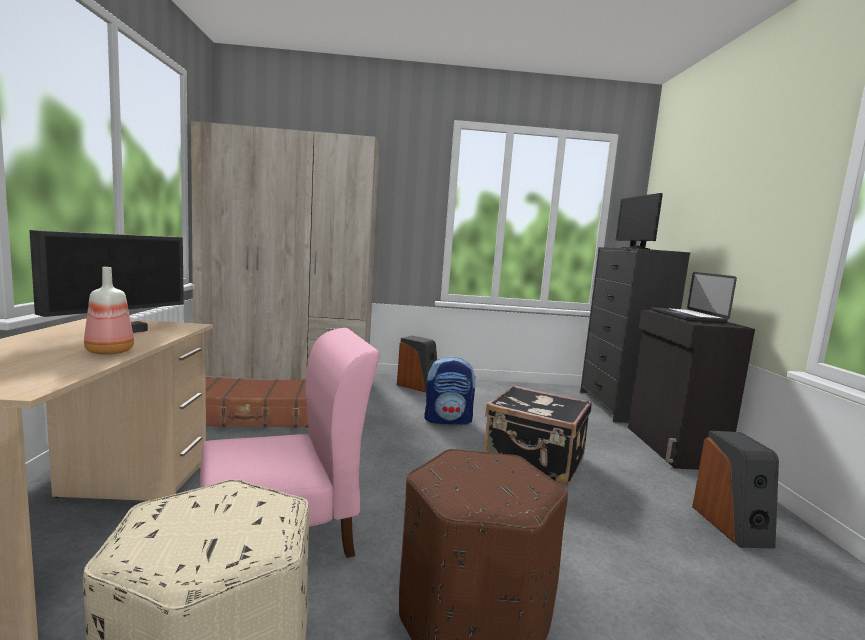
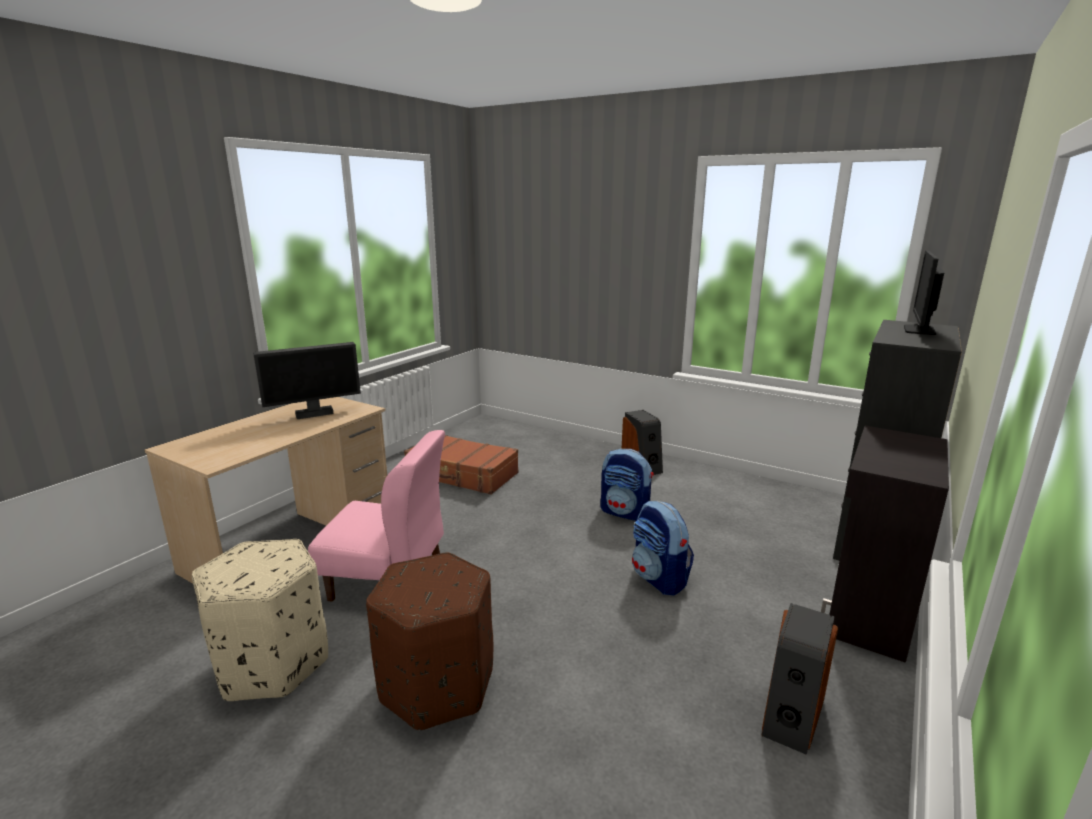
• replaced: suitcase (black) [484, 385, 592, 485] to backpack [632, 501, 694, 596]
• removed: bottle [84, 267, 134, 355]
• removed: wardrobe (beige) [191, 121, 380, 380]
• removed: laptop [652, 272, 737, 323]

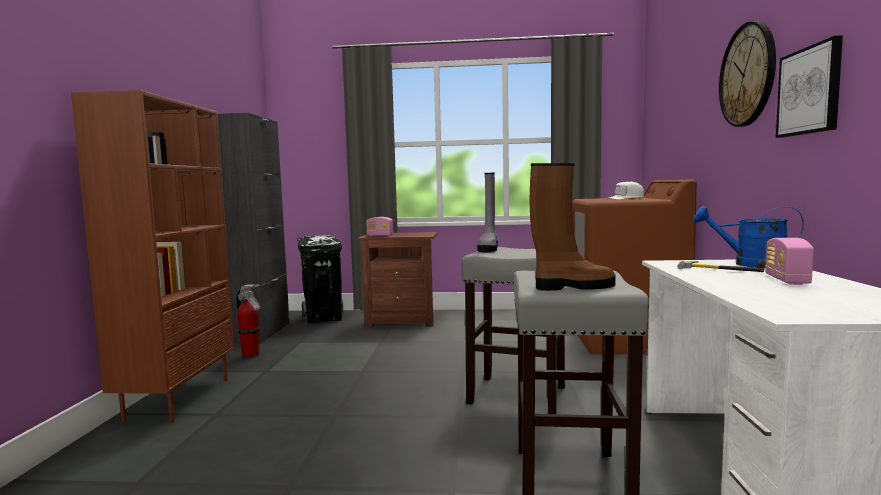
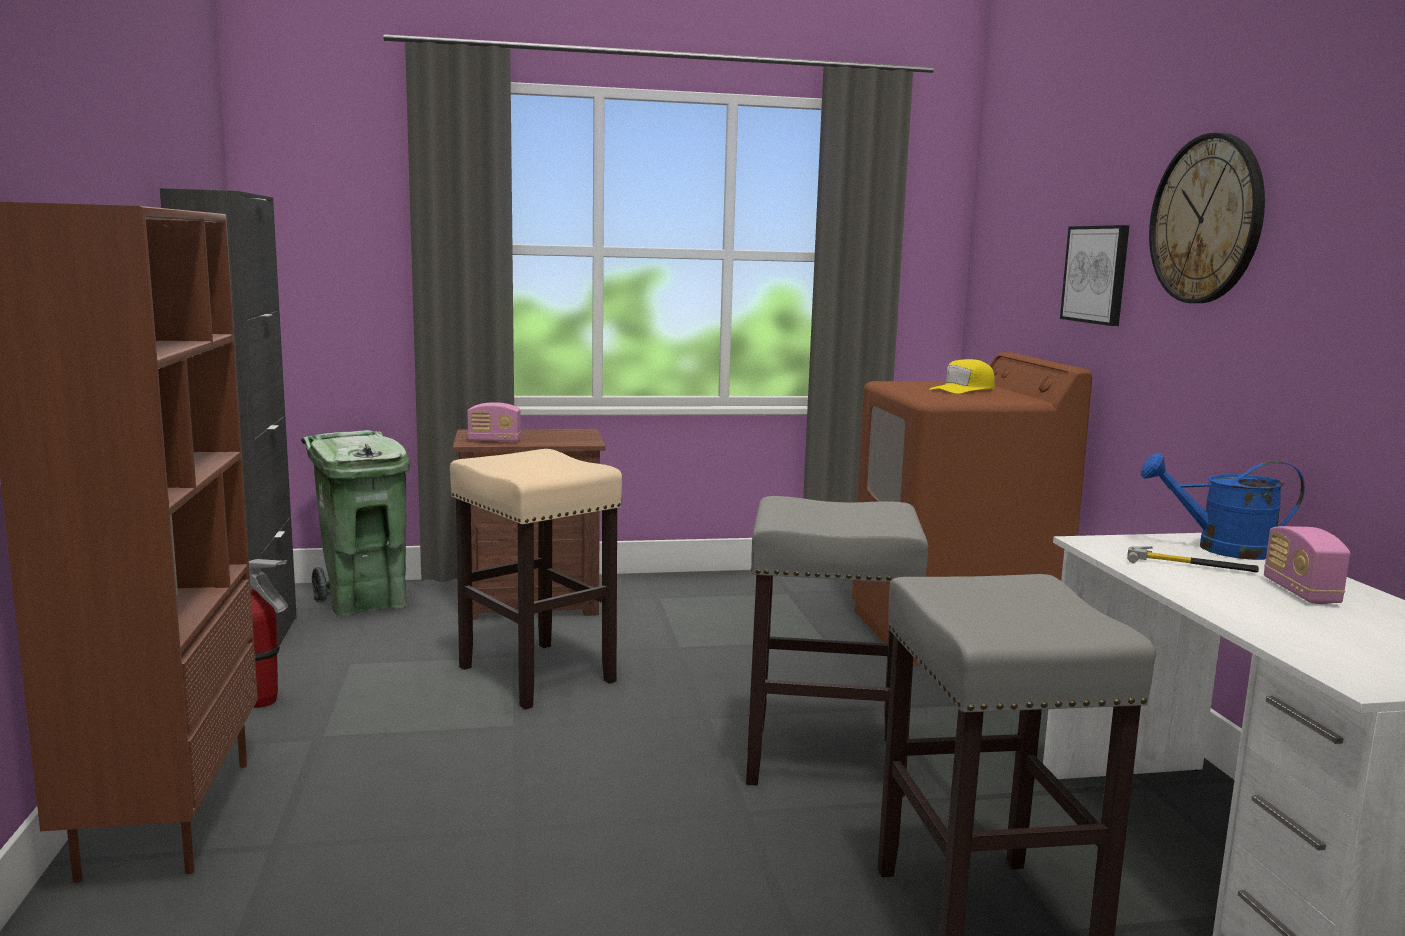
• recoloured: trash can (black) [297, 235, 344, 324] to trash can (green) [301, 430, 410, 616]
• added: stool (beige) [450, 449, 622, 709]
• recoloured: cap (white) [605, 182, 644, 200] to cap (yellow) [929, 359, 995, 394]
• moved: picture [776, 35, 843, 138] to [1060, 225, 1130, 326]
• removed: boot (grey) [477, 173, 498, 252]
• removed: boot (brown) [529, 163, 615, 291]

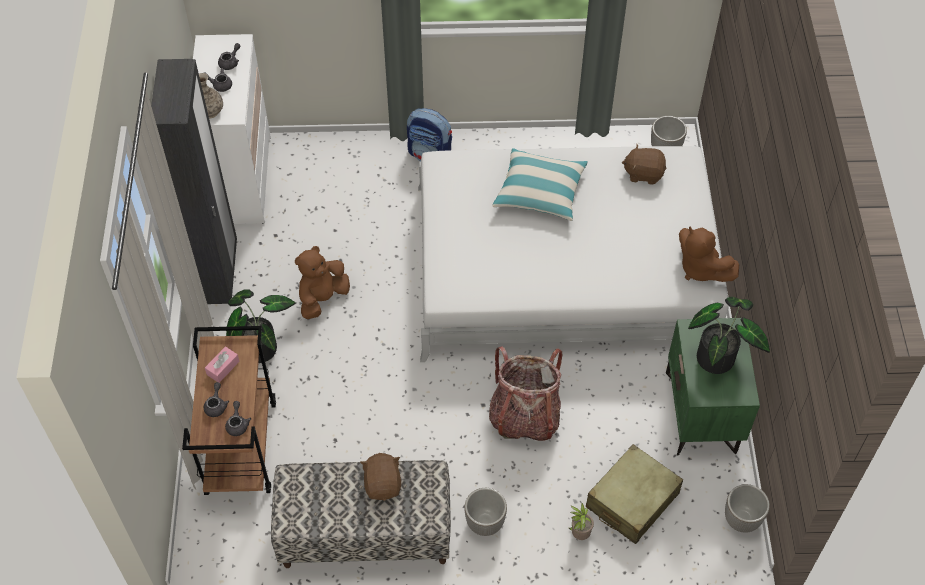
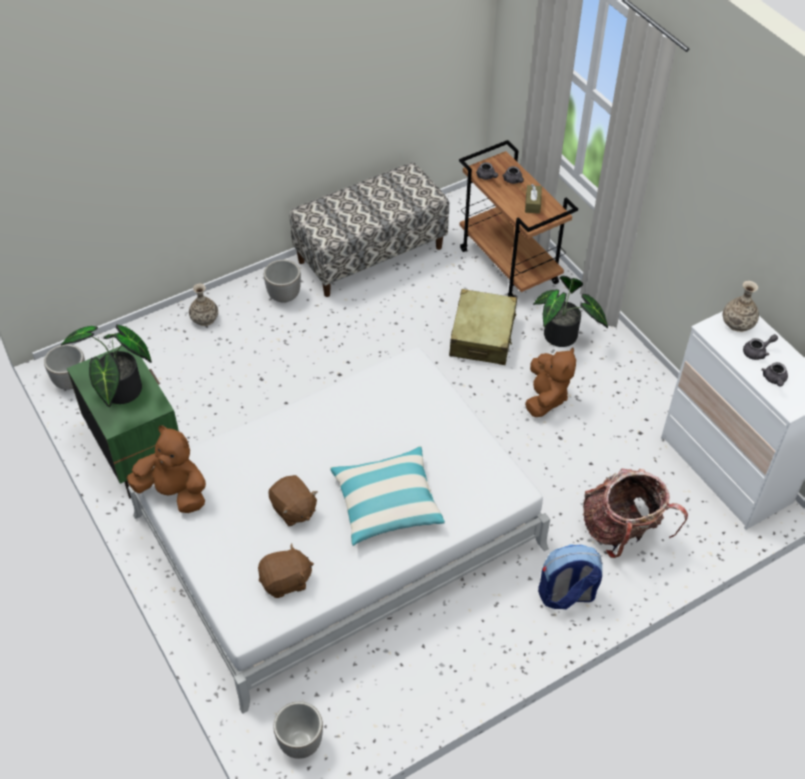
• replaced: potted plant [569, 503, 594, 540] to vase [189, 284, 218, 326]
• moved: plush toy (brown) [360, 453, 401, 501] to [268, 475, 317, 526]
• moved: suitcase (beige) [586, 444, 683, 544] to [449, 289, 517, 365]
• recoloured: tissue box (pink) [205, 346, 240, 383] to tissue box (brown) [525, 184, 542, 214]
• moved: backpack [489, 346, 562, 441] to [583, 469, 688, 558]
• removed: wardrobe (black) [151, 59, 237, 304]

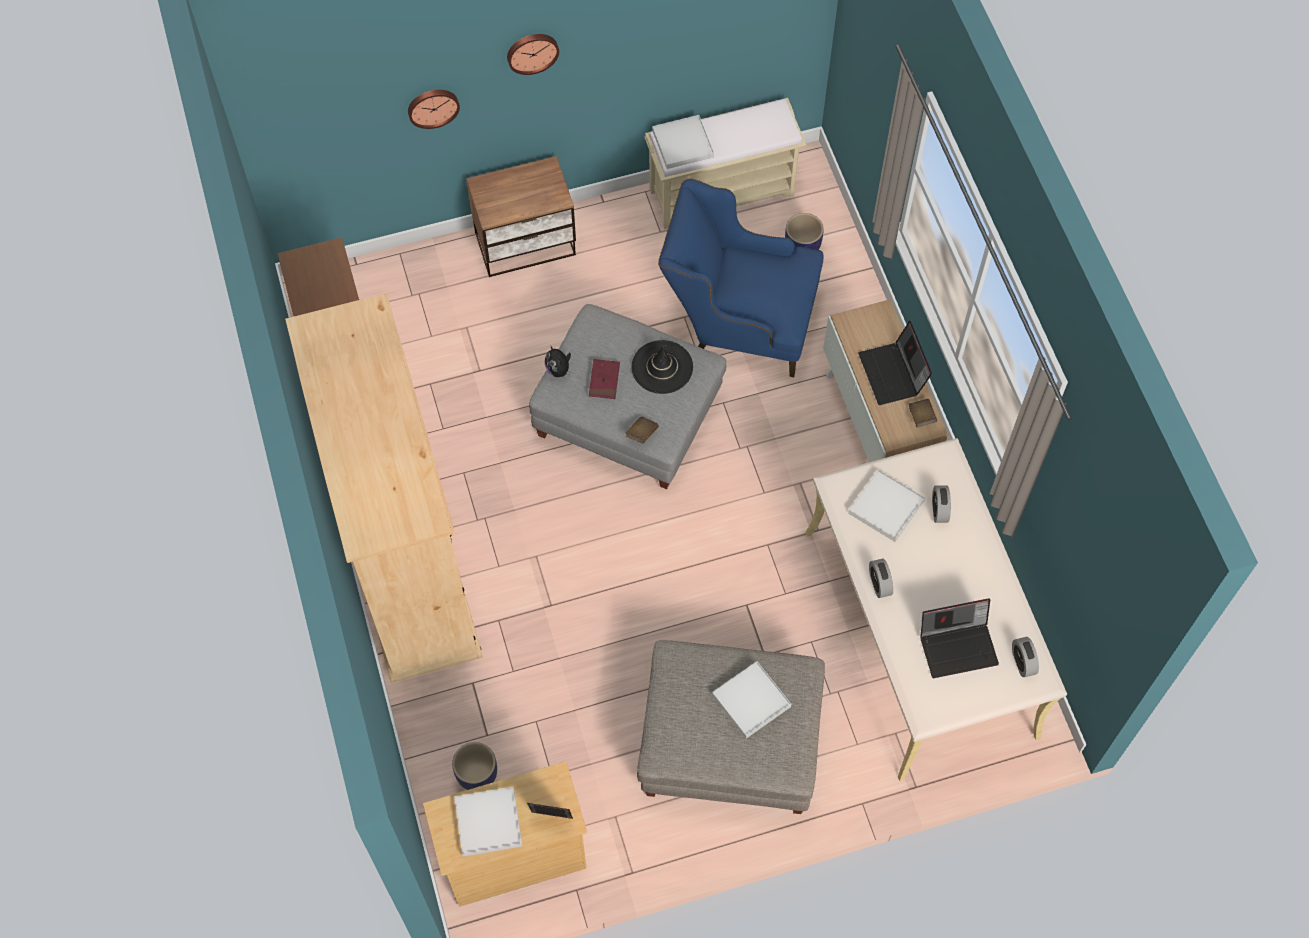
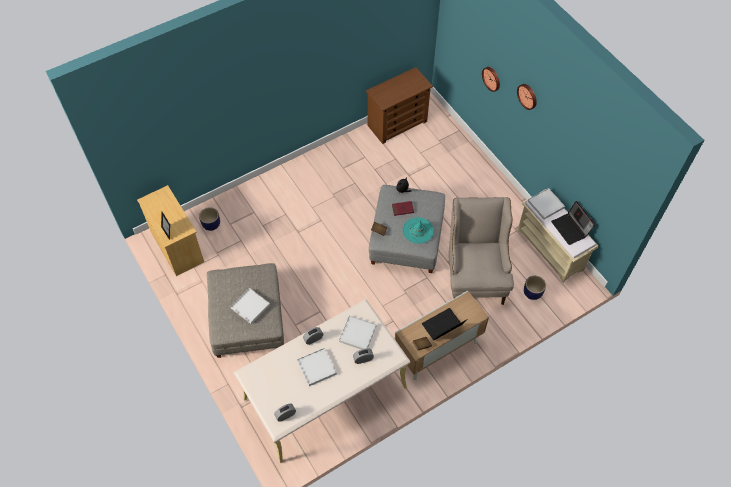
• moved: tray (white) [454, 787, 522, 857] to [297, 348, 337, 386]
• recoloured: hat (black) [631, 340, 693, 394] to hat (turquoise) [403, 217, 434, 244]
• recoloured: armchair (blue) [658, 178, 824, 377] to armchair (beige) [449, 197, 514, 305]
• moved: laptop [920, 598, 999, 678] to [551, 201, 595, 245]
• removed: wardrobe (beige) [285, 293, 483, 683]
• removed: nightstand [466, 156, 576, 277]

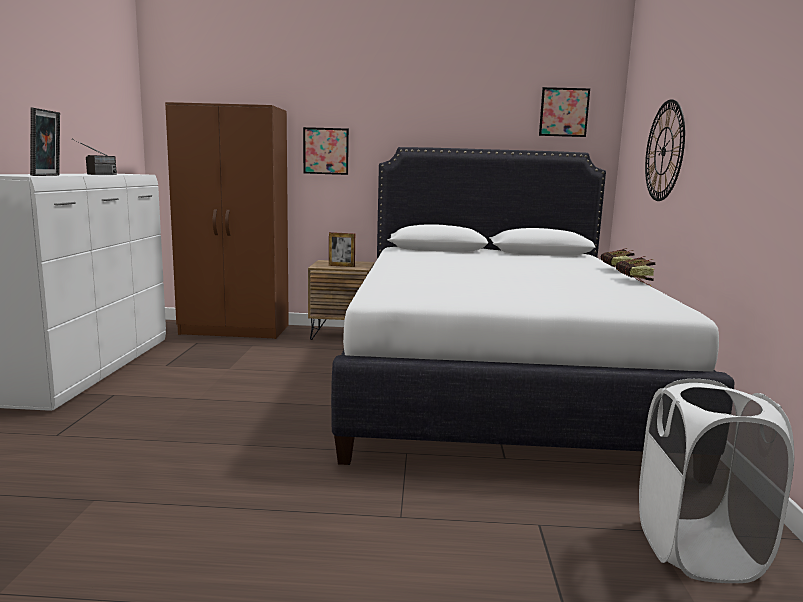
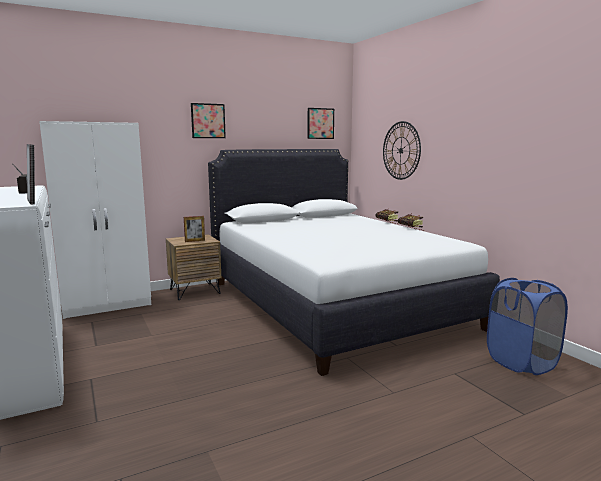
• recoloured: wardrobe (brown) [165, 102, 289, 339] to wardrobe (white) [39, 121, 151, 319]
• moved: picture [303, 127, 349, 175] to [191, 103, 226, 138]
• recoloured: laundry basket (white) [639, 379, 794, 583] to laundry basket (blue) [487, 278, 568, 375]

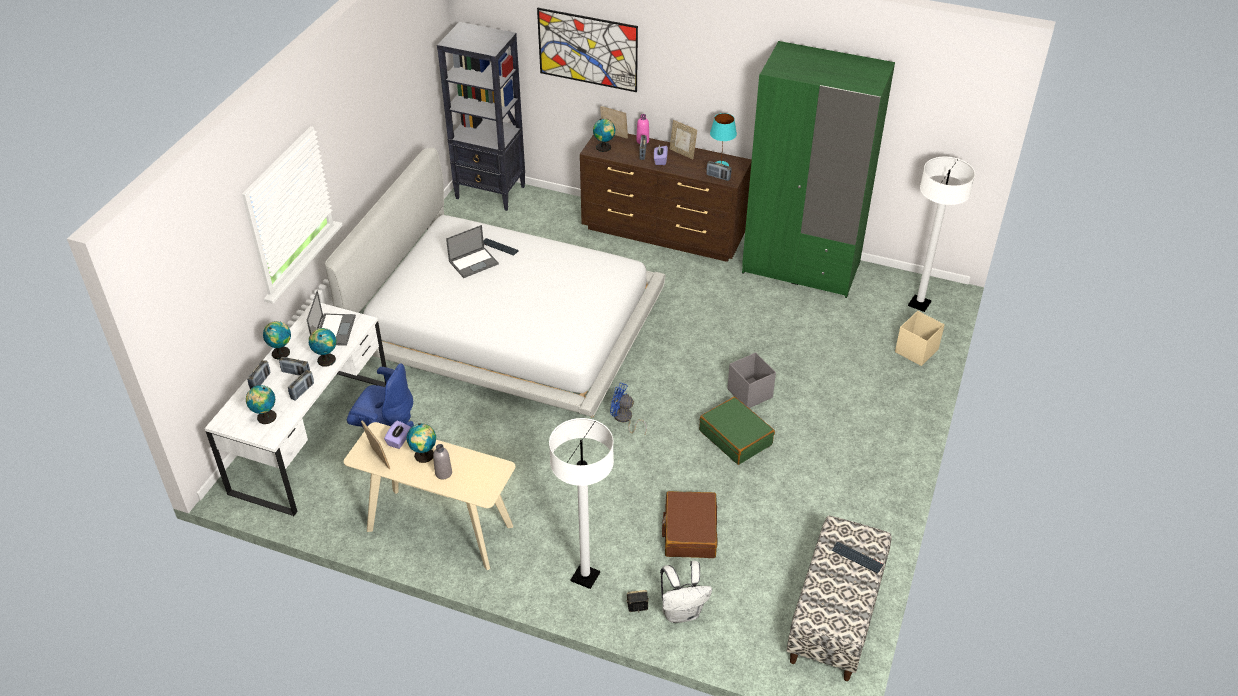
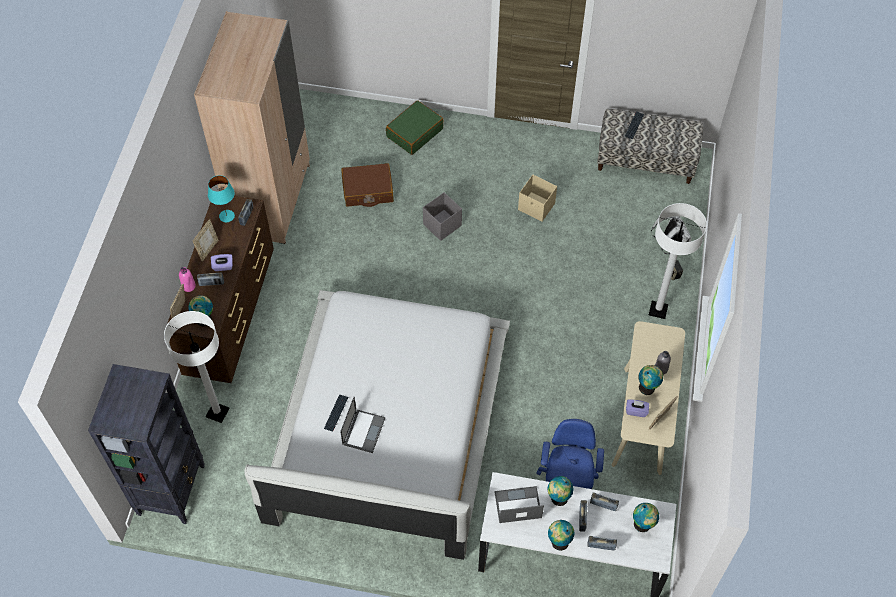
• moved: floor lamp (white) [908, 157, 975, 312] to [164, 311, 230, 423]
• recoloured: wardrobe (green) [742, 41, 895, 298] to wardrobe (beige) [194, 11, 310, 244]
• turned: laptop [446, 225, 499, 278] = [340, 397, 385, 453] 60 degrees clockwise
• moved: suitcase (brown) [662, 491, 718, 558] to [341, 163, 394, 207]
• moved: suitcase (green) [699, 397, 775, 465] to [386, 100, 443, 155]
• moved: storage box (beige) [895, 311, 945, 366] to [518, 175, 557, 222]
• removed: picture [537, 8, 638, 92]
• removed: fan (blue) [610, 382, 647, 435]

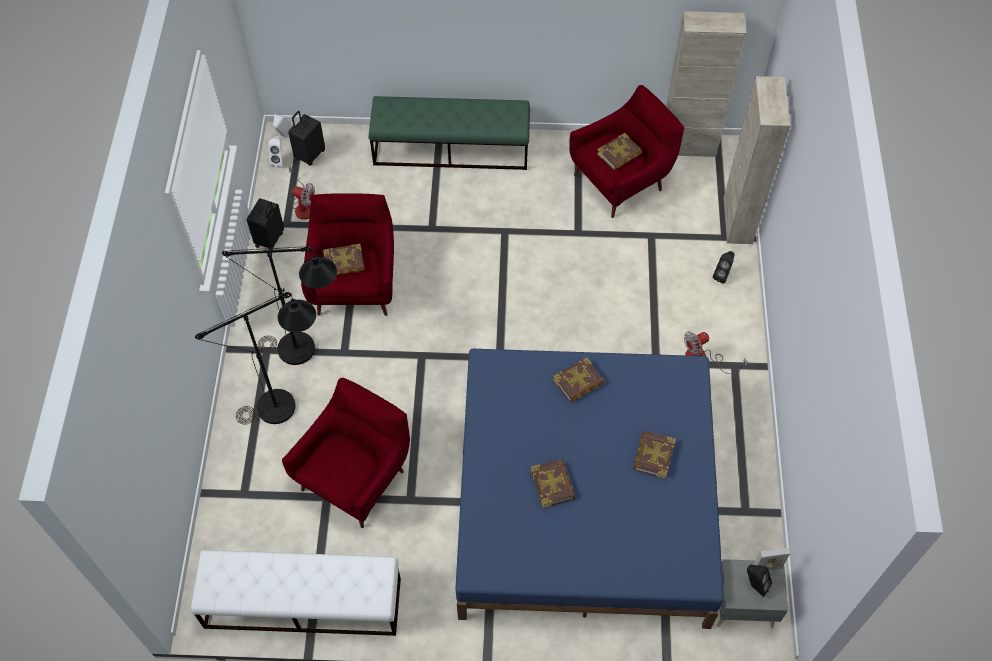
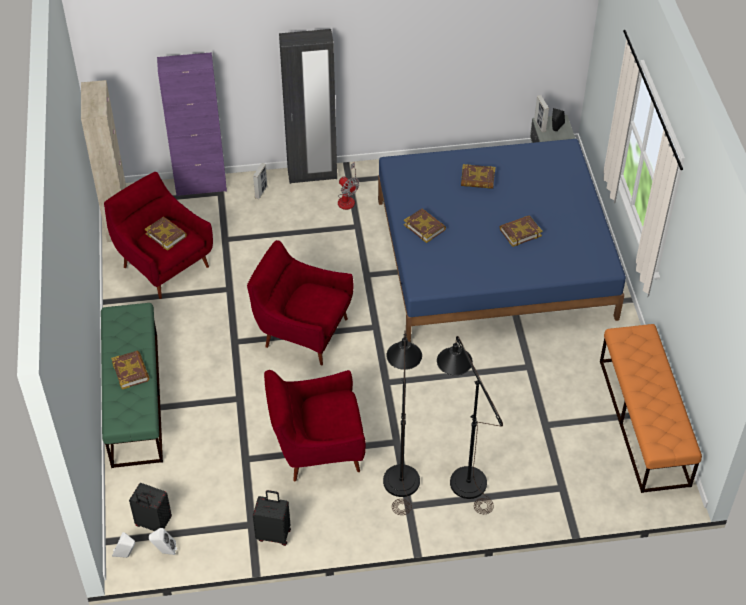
• moved: book [323, 244, 365, 275] to [111, 350, 150, 389]
• recoloured: cabinet (beige) [723, 76, 790, 244] to cabinet (purple) [157, 52, 227, 196]
• moved: armchair (red) [282, 378, 410, 528] to [247, 240, 354, 365]
• replaced: speaker (black) [713, 251, 735, 284] to picture frame [253, 163, 267, 199]
• added: wardrobe (black) [279, 29, 337, 184]
• recoloured: bench (white) [191, 550, 401, 636] to bench (orange) [600, 324, 702, 493]
• removed: fan [289, 165, 315, 220]

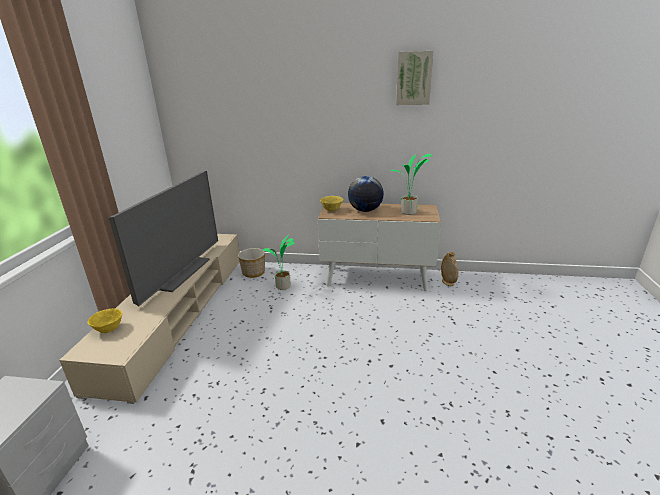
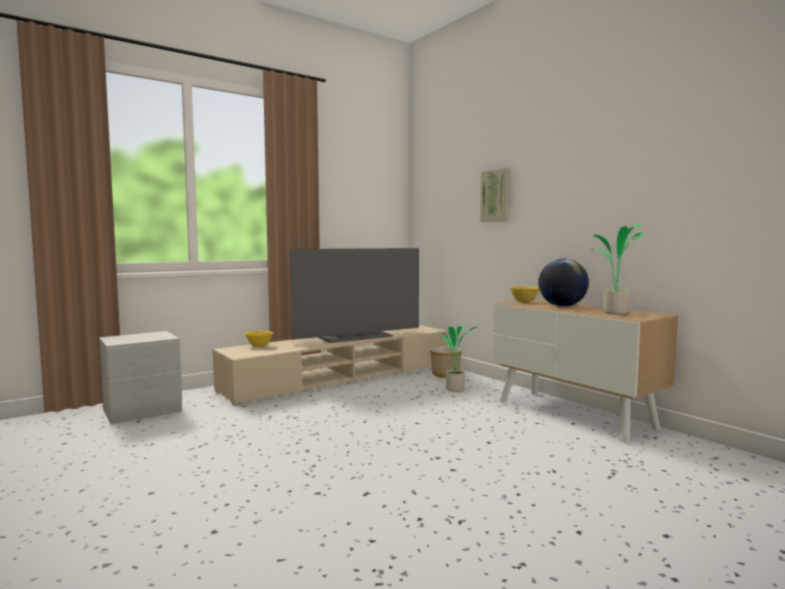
• moved: picture [396, 51, 433, 105] to [480, 168, 511, 222]
• removed: vase (beige) [441, 252, 459, 286]

